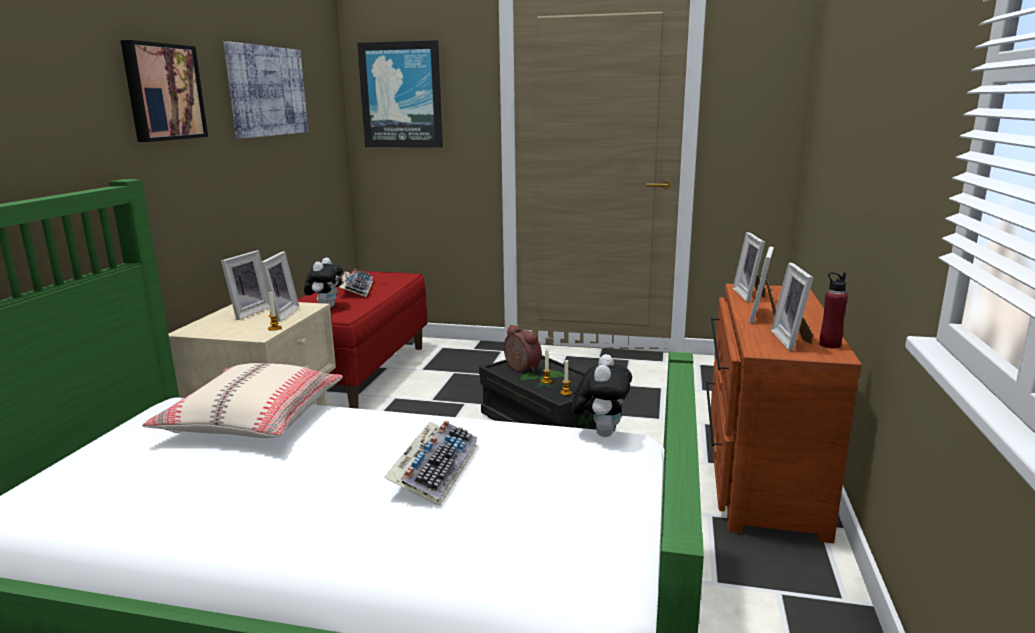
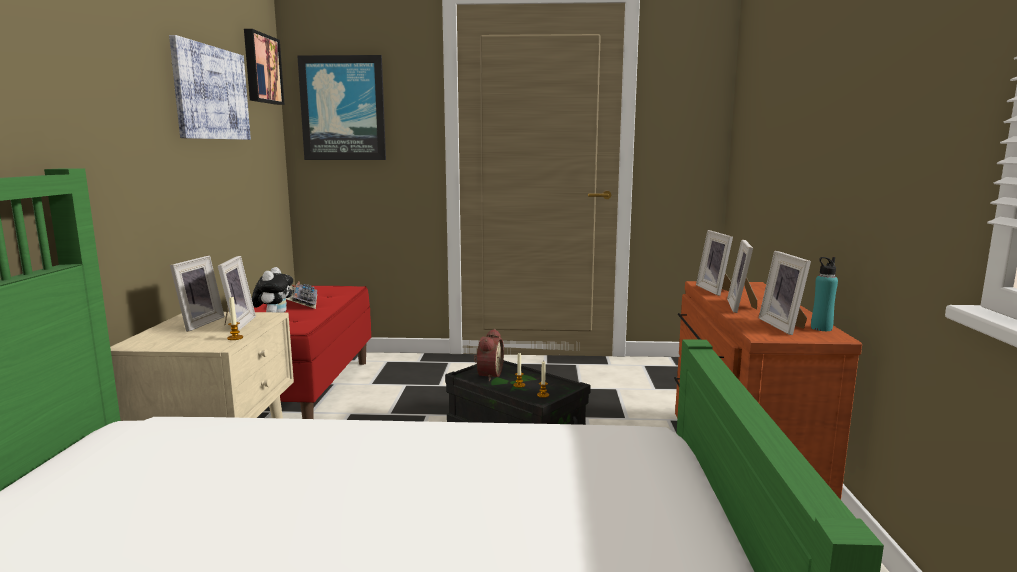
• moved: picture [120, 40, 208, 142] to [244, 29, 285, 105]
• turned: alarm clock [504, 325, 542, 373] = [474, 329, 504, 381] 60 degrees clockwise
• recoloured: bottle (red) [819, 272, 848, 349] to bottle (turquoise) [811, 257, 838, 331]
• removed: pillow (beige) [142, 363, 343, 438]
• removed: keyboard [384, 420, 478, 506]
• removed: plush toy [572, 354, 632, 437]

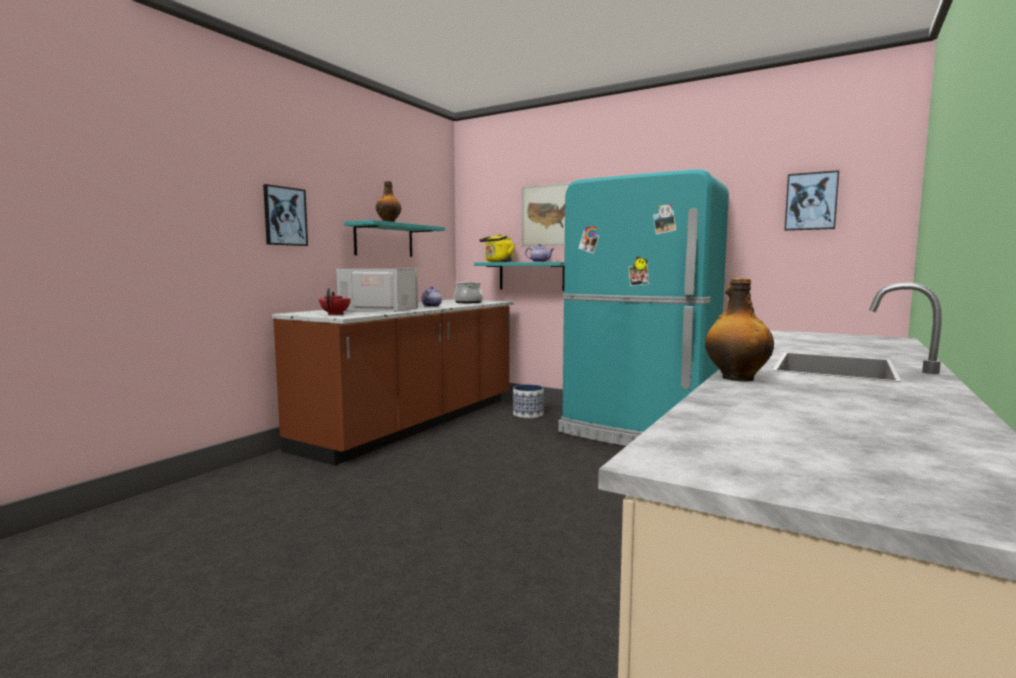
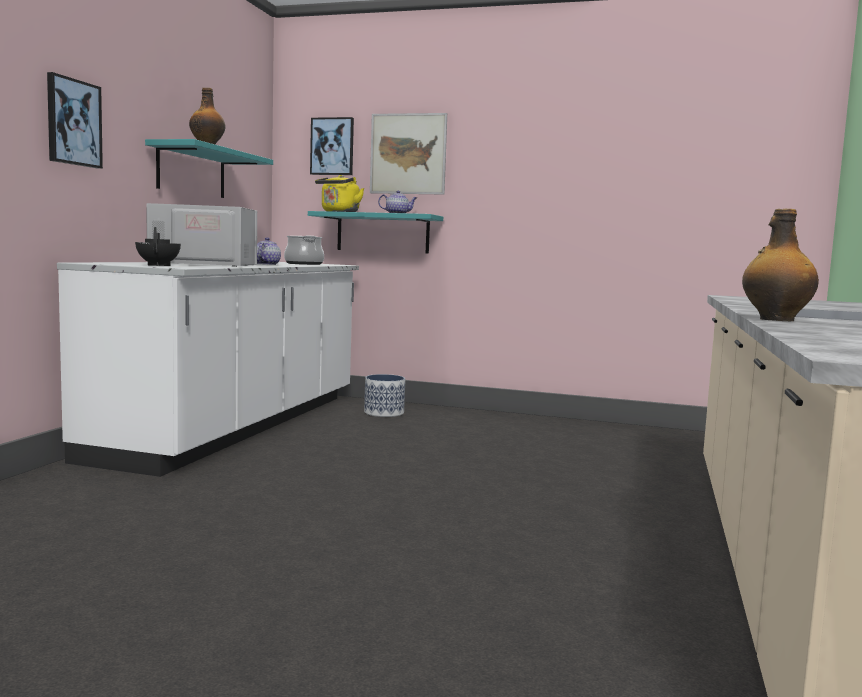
• recoloured: counter (brown) [272, 299, 514, 466] to counter (white) [57, 262, 359, 477]
• recoloured: teapot (red) [319, 288, 351, 315] to teapot (black) [135, 227, 181, 266]
• moved: picture [784, 170, 839, 231] to [310, 117, 354, 175]
• removed: fridge (turquoise) [558, 169, 729, 446]

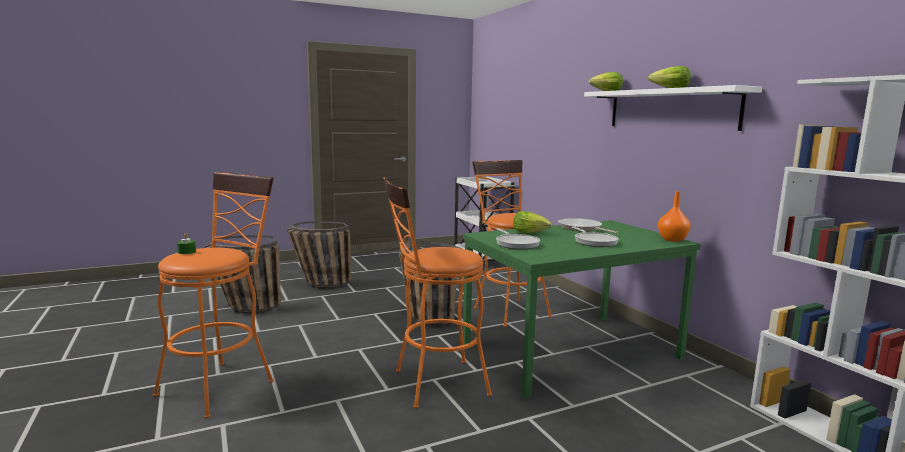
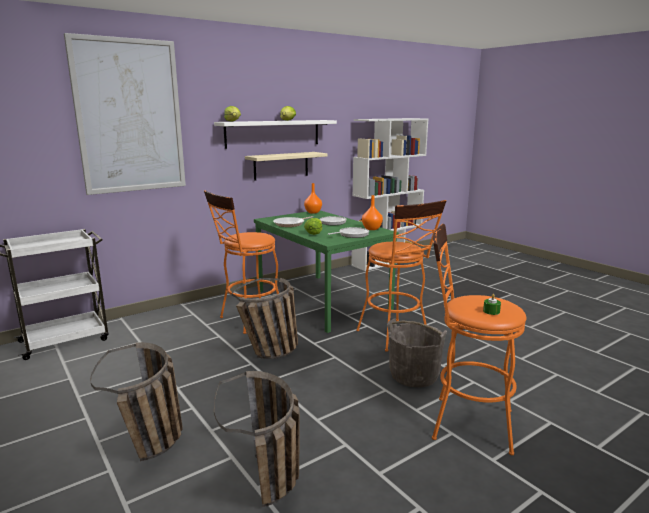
• added: picture [64, 33, 186, 195]
• added: shelf (beige) [245, 152, 328, 181]
• added: vase (orange) [362, 195, 383, 230]
• added: bucket (grey) [387, 319, 447, 388]

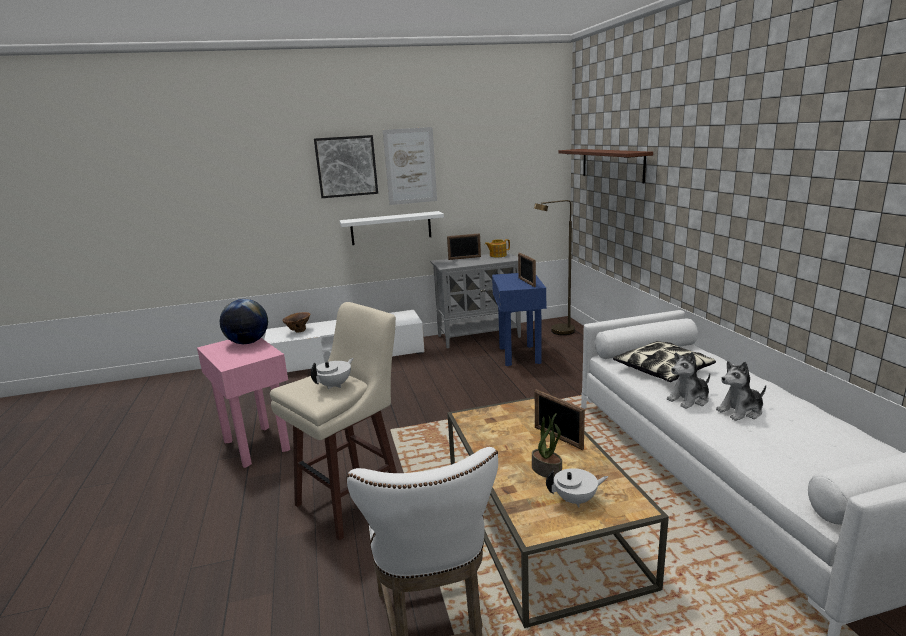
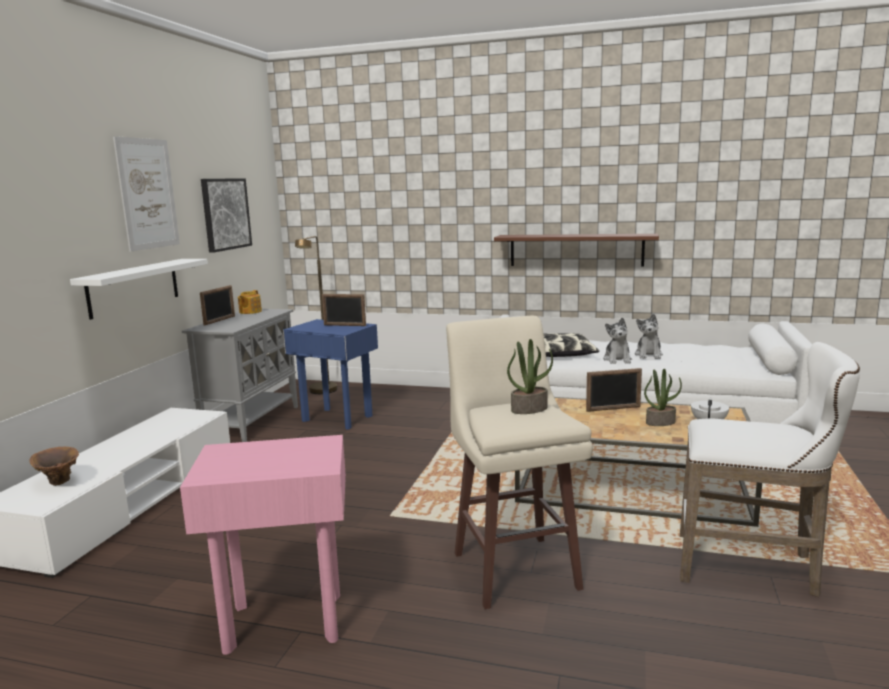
• moved: picture [314, 135, 378, 198] to [201, 178, 252, 253]
• moved: shelf (brown) [559, 149, 653, 184] to [494, 234, 659, 266]
• replaced: teapot (white) [311, 358, 353, 389] to potted plant [507, 339, 553, 414]
• removed: globe [220, 299, 268, 344]

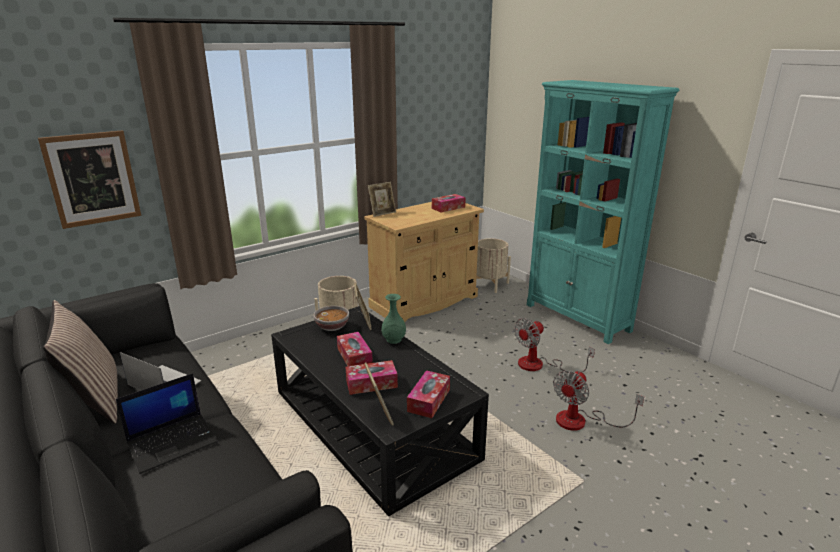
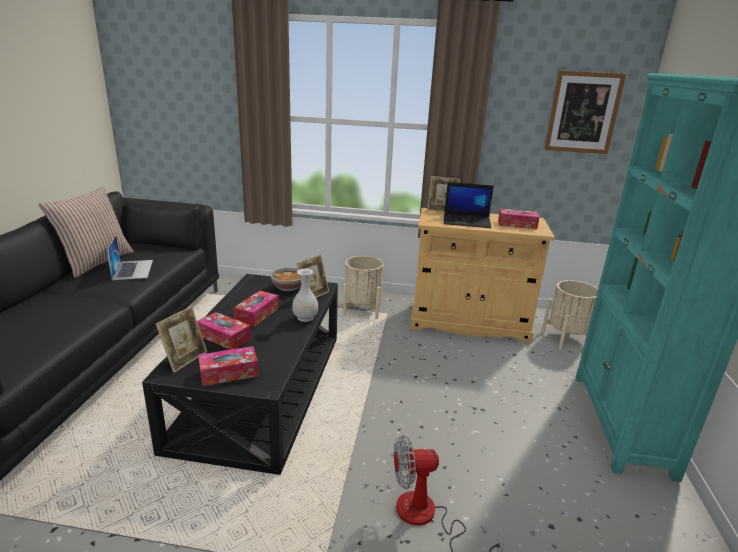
• recoloured: vase (green) [381, 294, 406, 344] to vase (white) [292, 269, 318, 322]
• moved: laptop [116, 373, 218, 474] to [444, 182, 494, 228]
• moved: picture [38, 130, 141, 229] to [544, 70, 626, 154]
• removed: fan [514, 318, 595, 373]

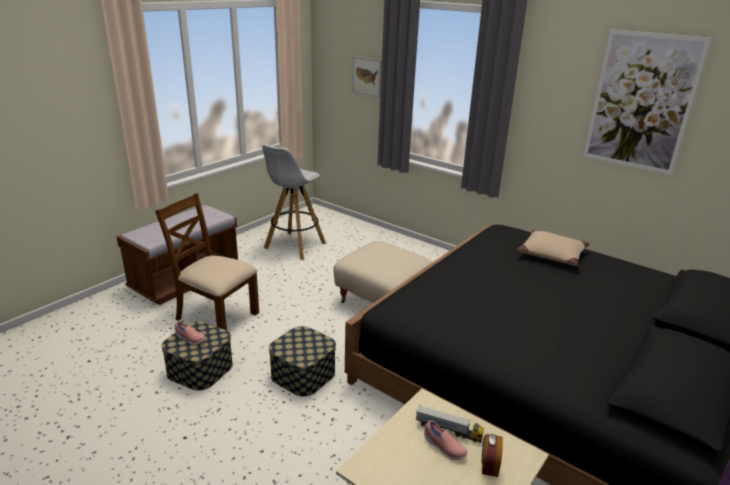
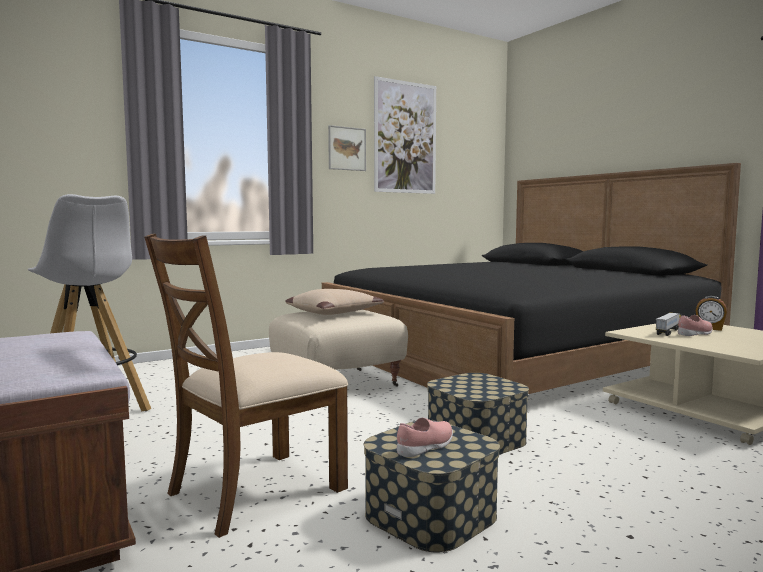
• moved: pillow (beige) [517, 230, 590, 266] to [285, 289, 384, 315]
• moved: picture [352, 56, 382, 97] to [328, 125, 366, 171]

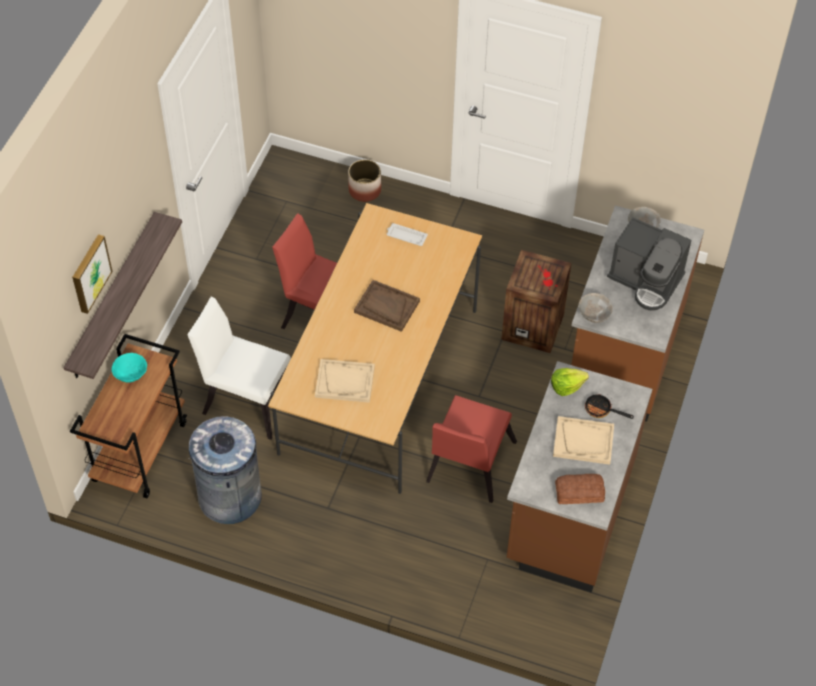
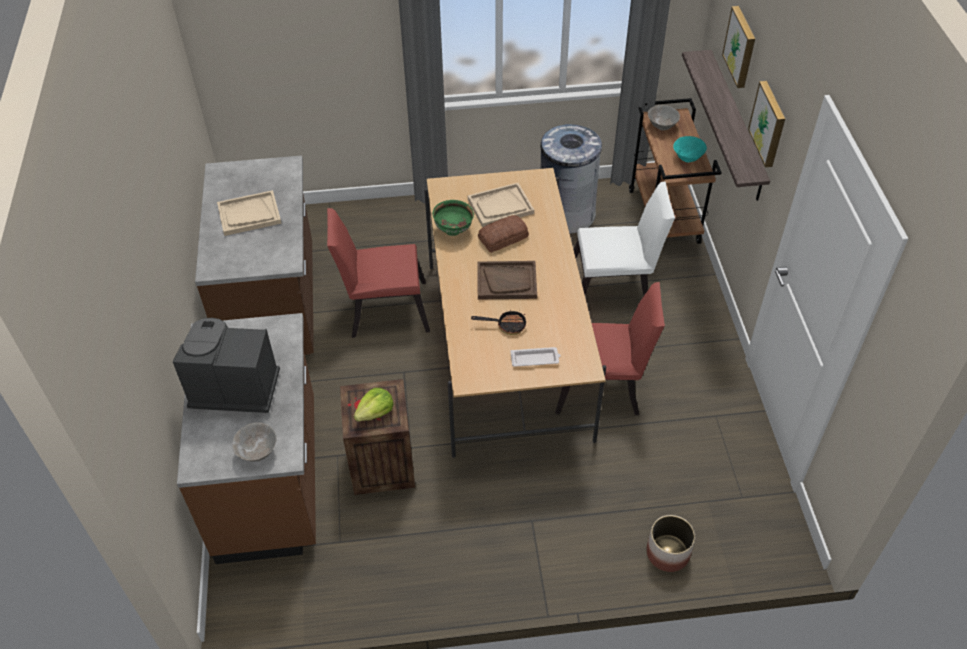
• turned: chair (red) [426, 395, 517, 503] = [327, 208, 430, 338] 90 degrees counterclockwise
• moved: lettuce [551, 368, 589, 396] to [354, 388, 393, 422]
• added: bowl (green) [433, 200, 474, 236]
• moved: frying pan [585, 393, 634, 419] to [471, 310, 526, 335]
• moved: bread [555, 474, 605, 504] to [478, 215, 529, 253]
• moved: bowl (grey) [579, 293, 613, 323] to [648, 105, 680, 131]
• added: picture [748, 81, 785, 167]

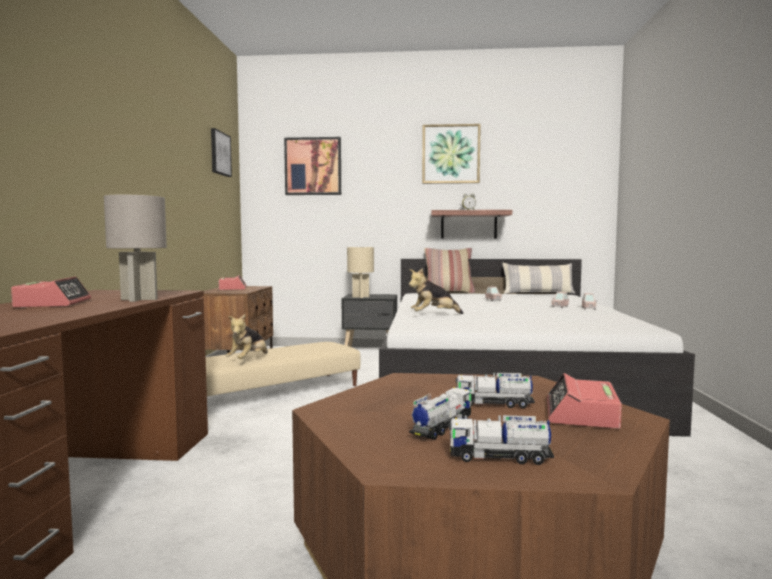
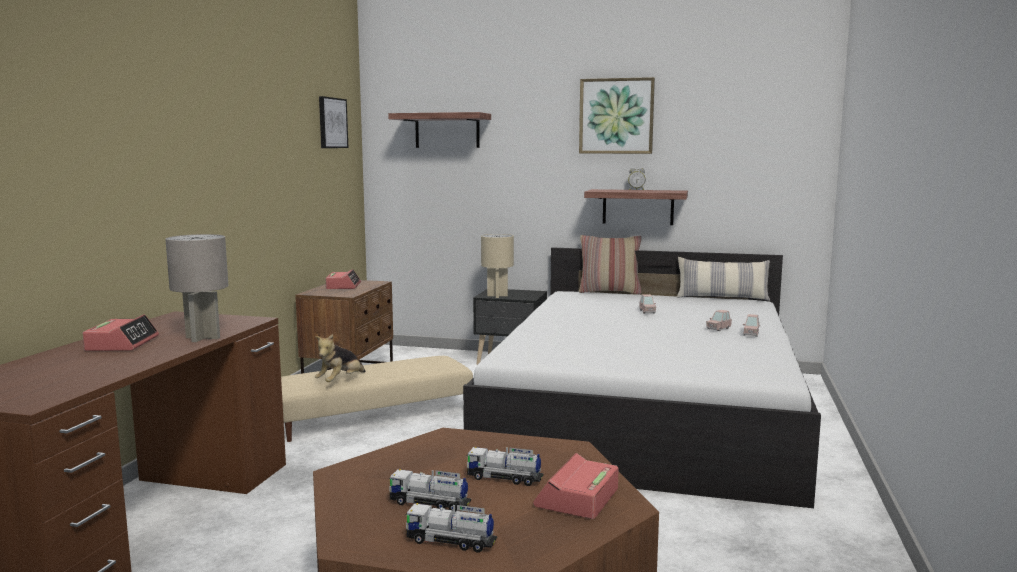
• replaced: picture [284, 137, 341, 195] to shelf [388, 112, 491, 148]
• turned: toy truck [409, 387, 471, 440] = [389, 469, 471, 512] 120 degrees counterclockwise
• removed: plush toy [409, 268, 463, 314]

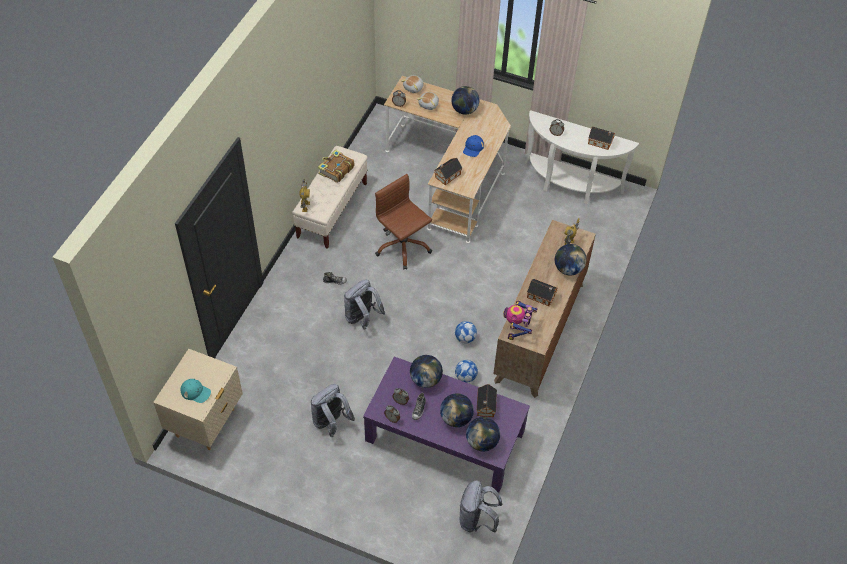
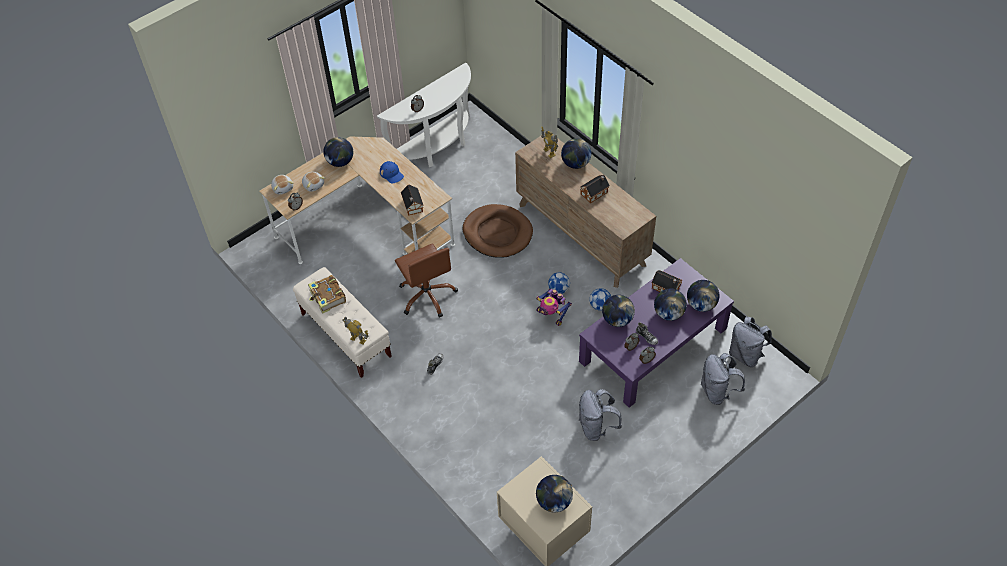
• turned: office chair (brown) [375, 174, 432, 270] = [395, 243, 458, 318] 105 degrees counterclockwise
• added: dog bed (brown) [463, 204, 533, 258]
• moved: toy robot [503, 300, 537, 340] to [536, 289, 572, 326]
• replaced: cap (turquoise) [180, 379, 211, 403] to globe [536, 475, 573, 512]
• moved: backpack (grey) [344, 279, 385, 329] to [701, 353, 745, 405]
• removed: toy house [588, 127, 615, 150]

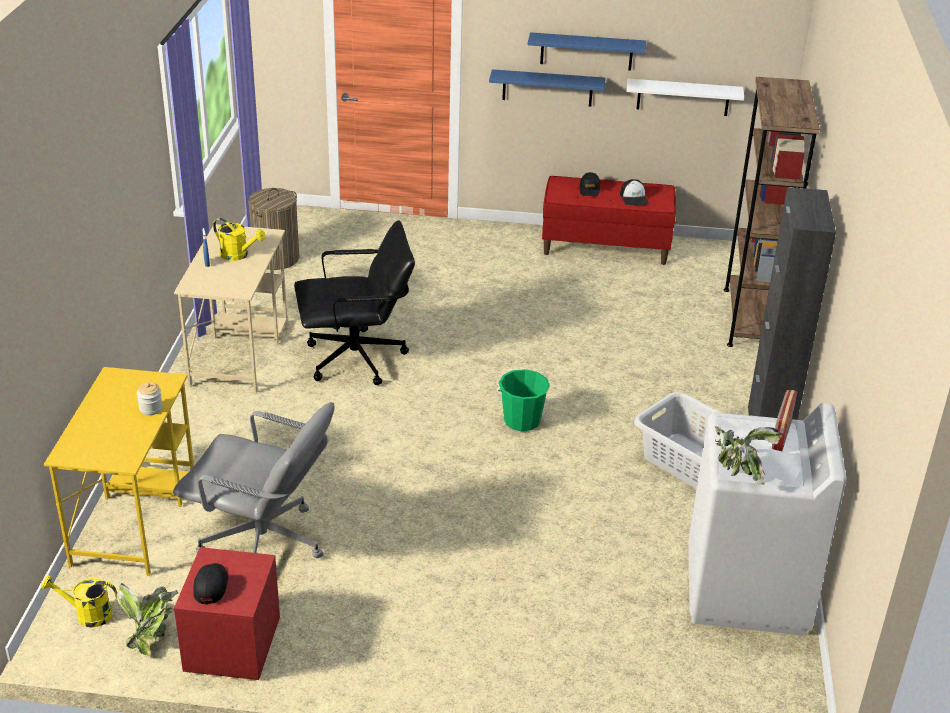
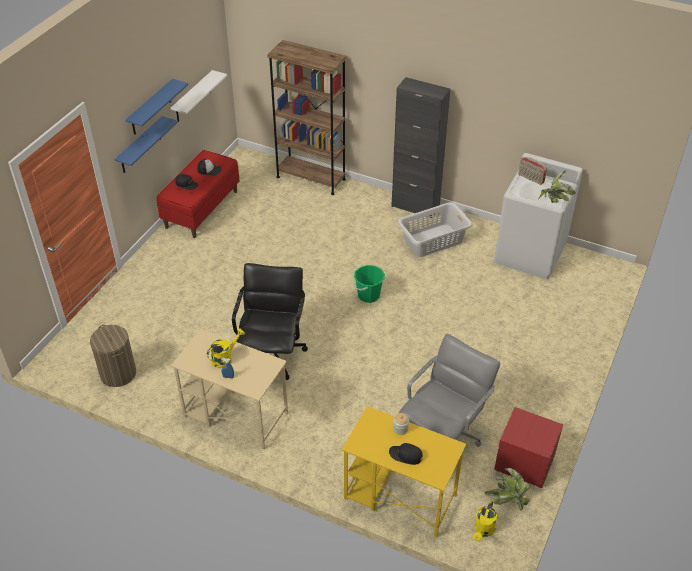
• moved: cap (black) [193, 563, 228, 604] to [389, 443, 423, 465]

